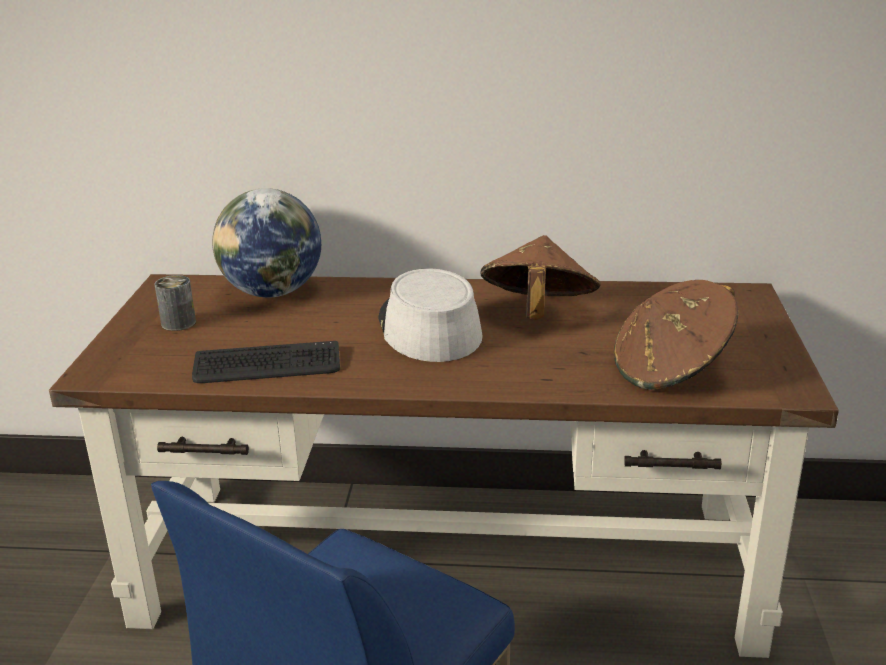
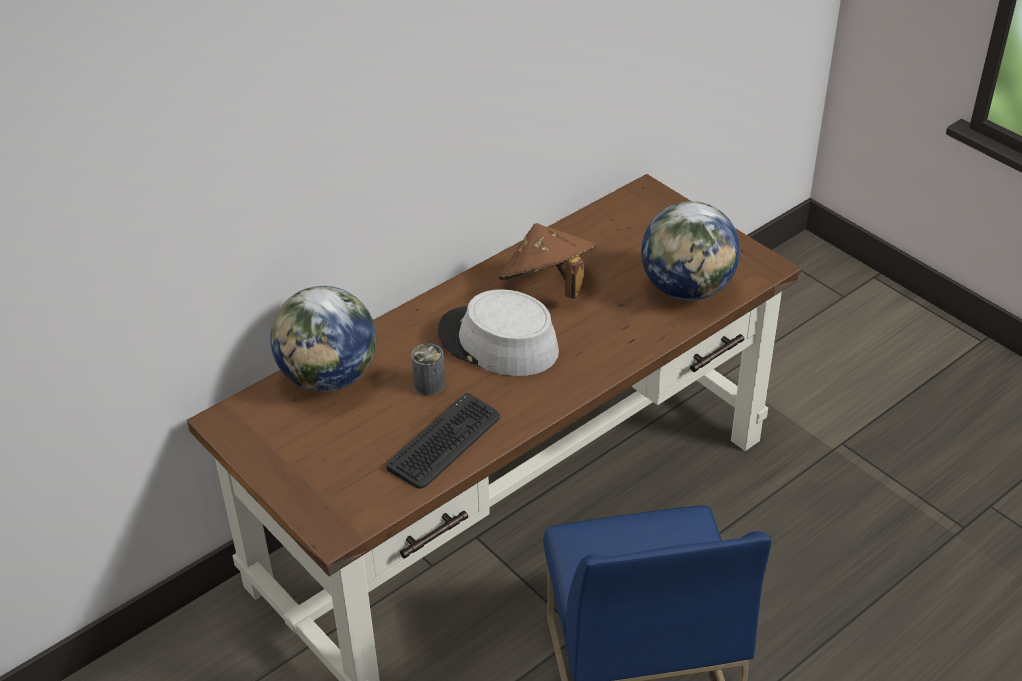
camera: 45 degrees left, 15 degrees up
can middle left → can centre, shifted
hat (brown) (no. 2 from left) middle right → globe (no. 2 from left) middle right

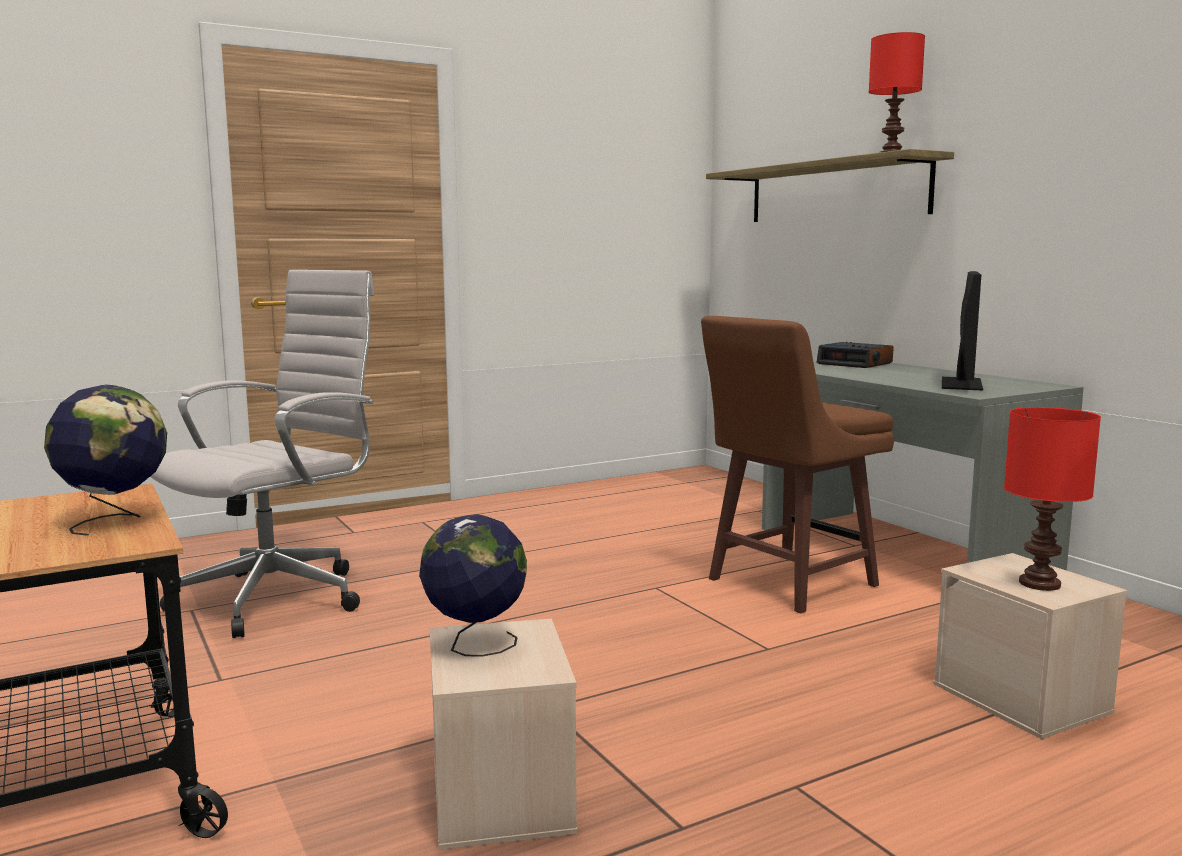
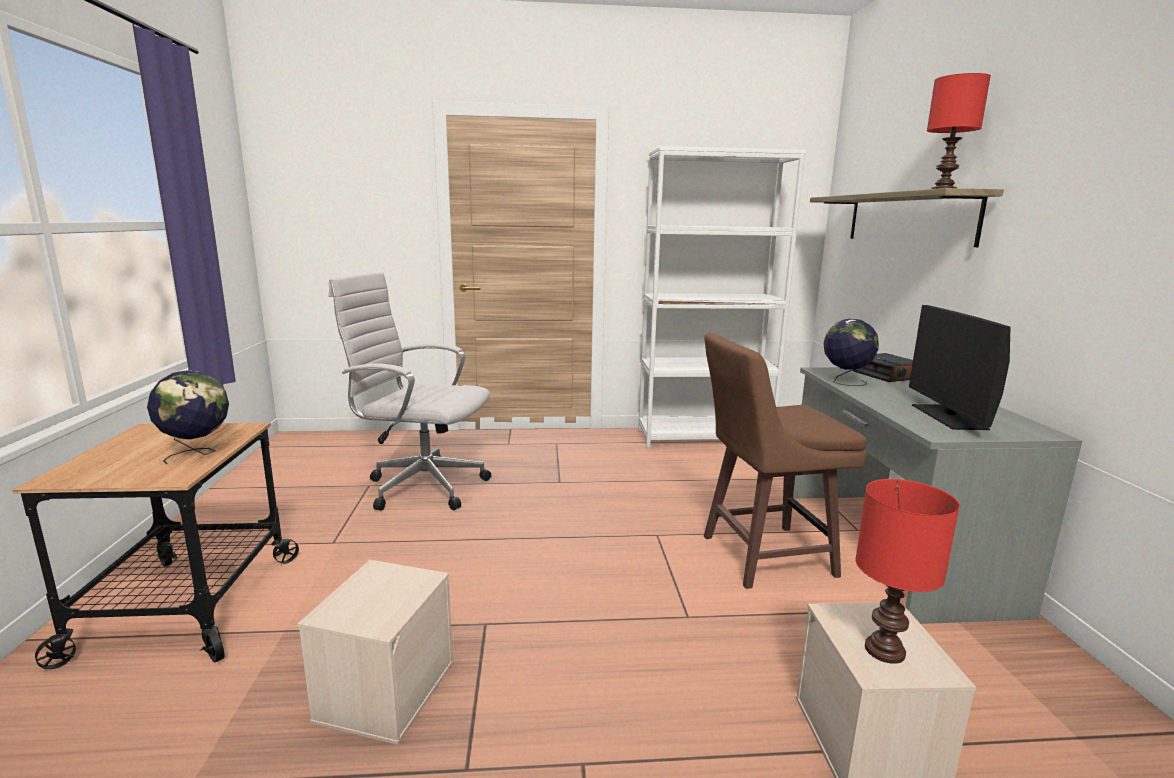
camera: 25 degrees right, 5 degrees up
office chair (white) middle left → office chair (white) centre, 135 degrees counterclockwise
monitor middle right, 135 degrees clockwise
globe (no. 2 from left) bottom centre → globe (no. 2 from left) middle right, shifted
- → bookcase (white) centre

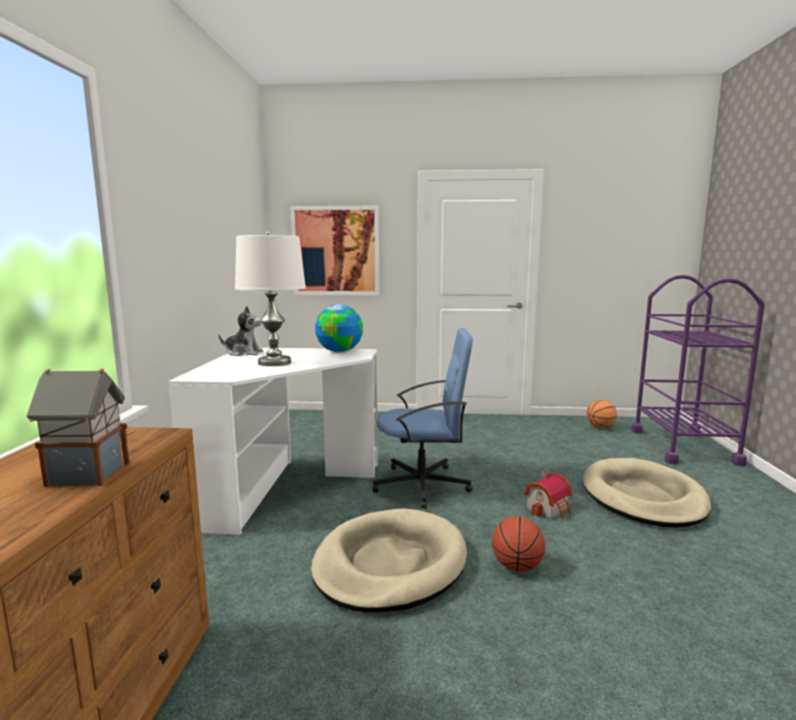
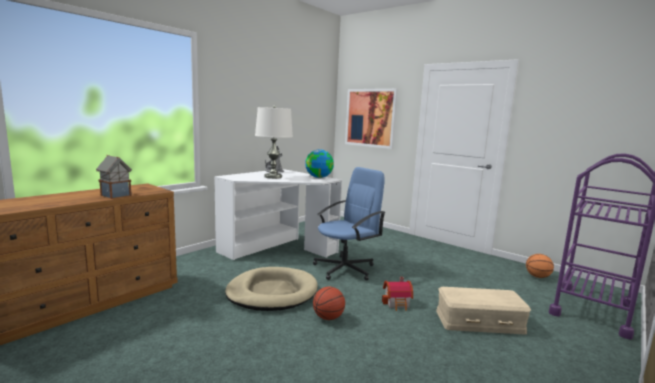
camera: 35 degrees right, 0 degrees up
office chair (blue) centre, 75 degrees counterclockwise
dog bed (beige) (no. 2 from left) bottom right → storage box (beige) bottom right

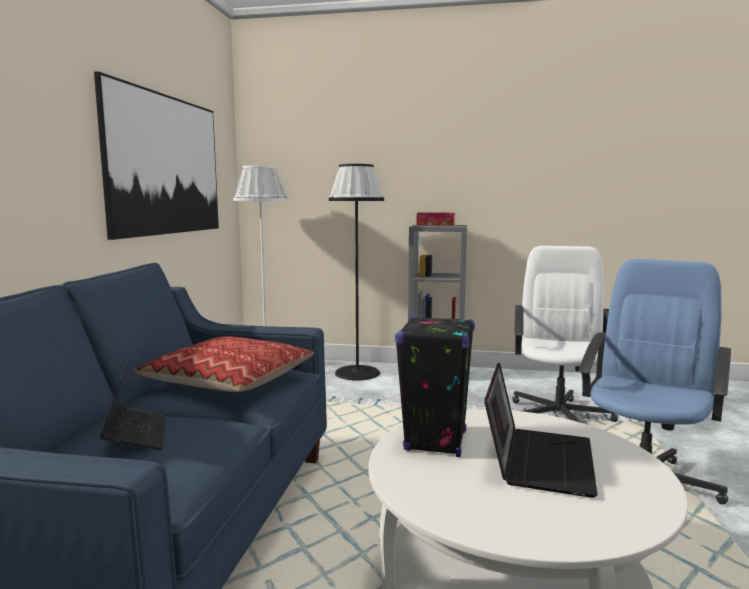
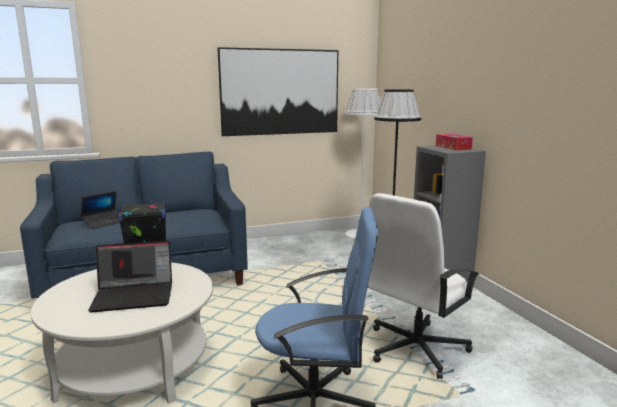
camera: 60 degrees right, 5 degrees up
office chair (white) middle right → office chair (white) bottom right, 150 degrees clockwise
pillow middle left → -

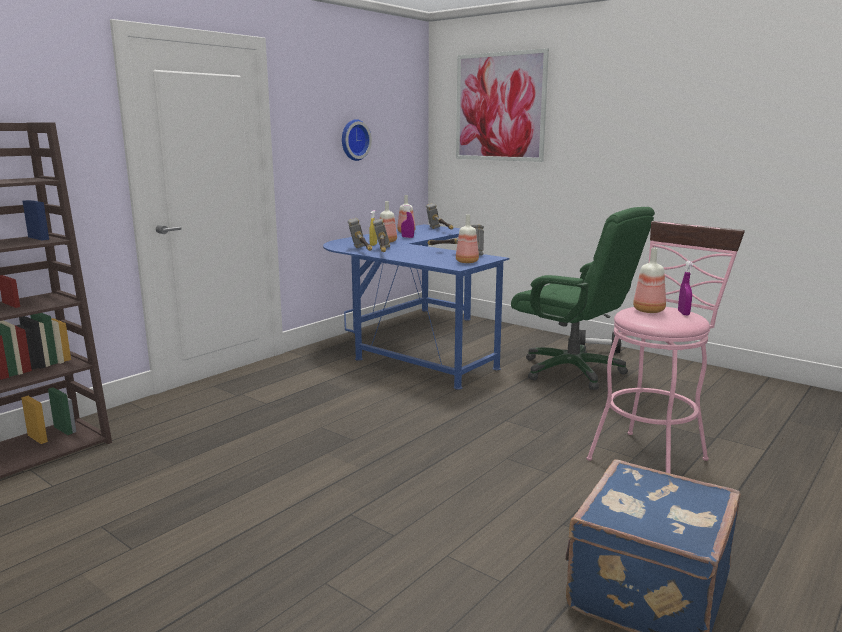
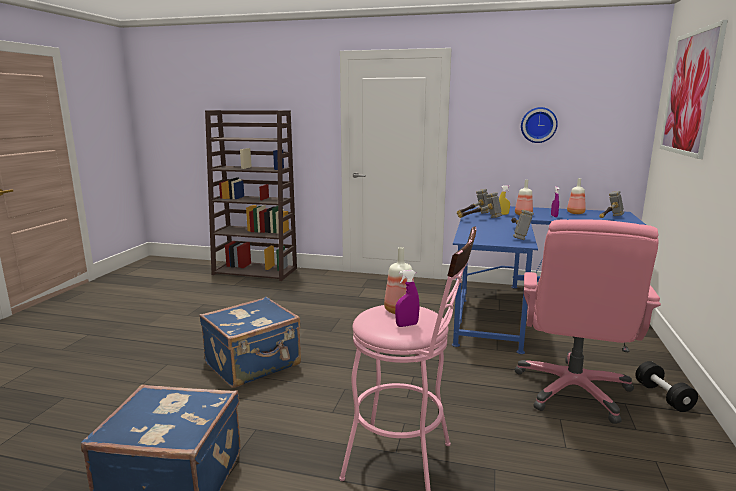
camera: 65 degrees right, 0 degrees up
office chair (green) middle right → office chair (pink) middle right
bottle (no. 3 from left) centre → -
- → suitcase (blue) (no. 2 from left) bottom centre

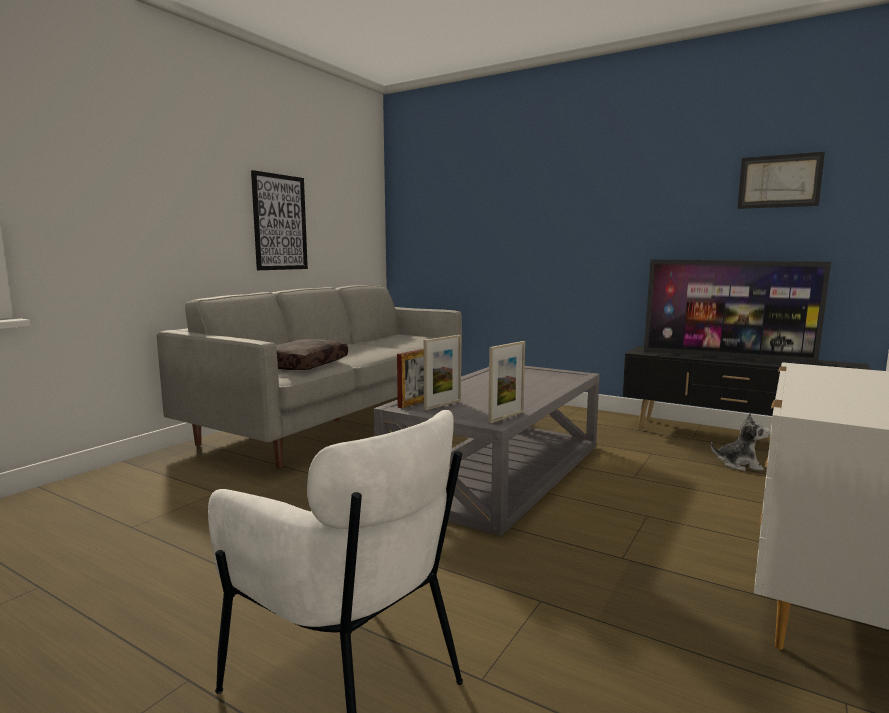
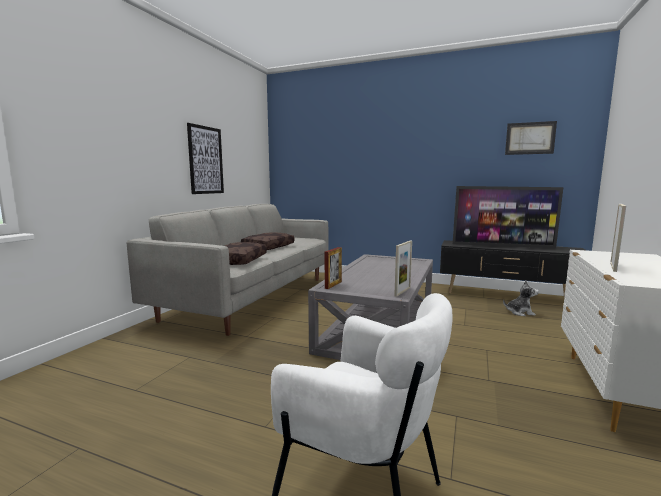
camera: 10 degrees left, 0 degrees up
picture frame (no. 2 from left in the first image) centre → picture frame (no. 3 from left) middle right, shifted
- → pillow (brown) (no. 2 from left) centre

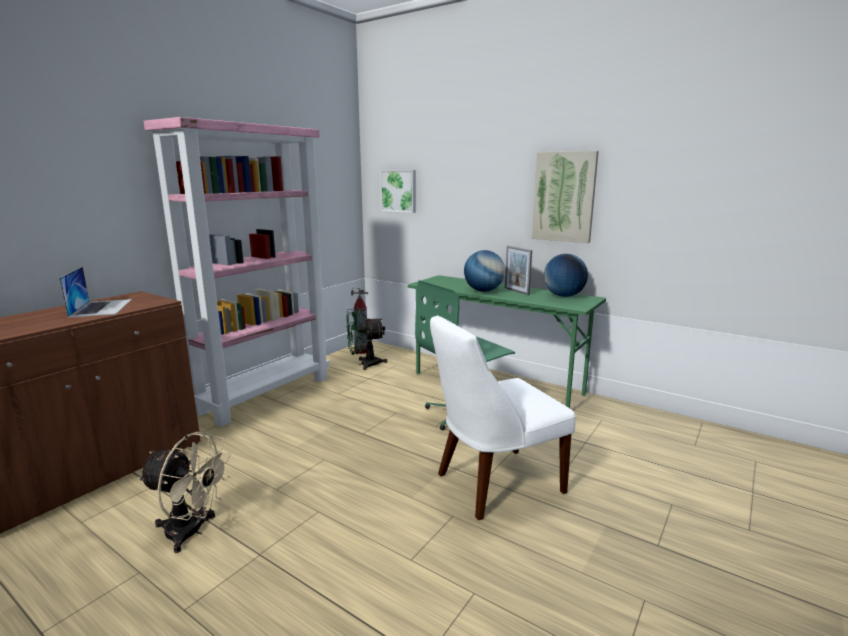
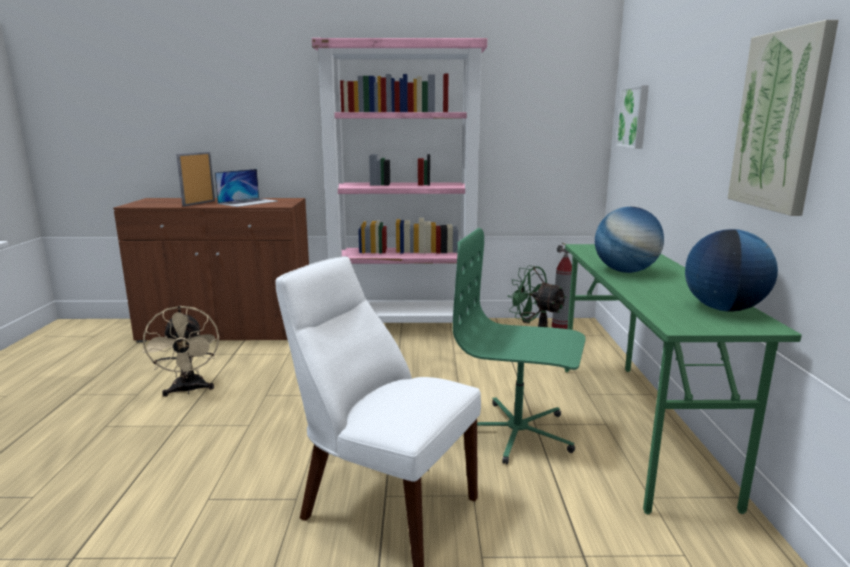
camera: 55 degrees right, 0 degrees up
picture frame centre → picture frame top left, shifted

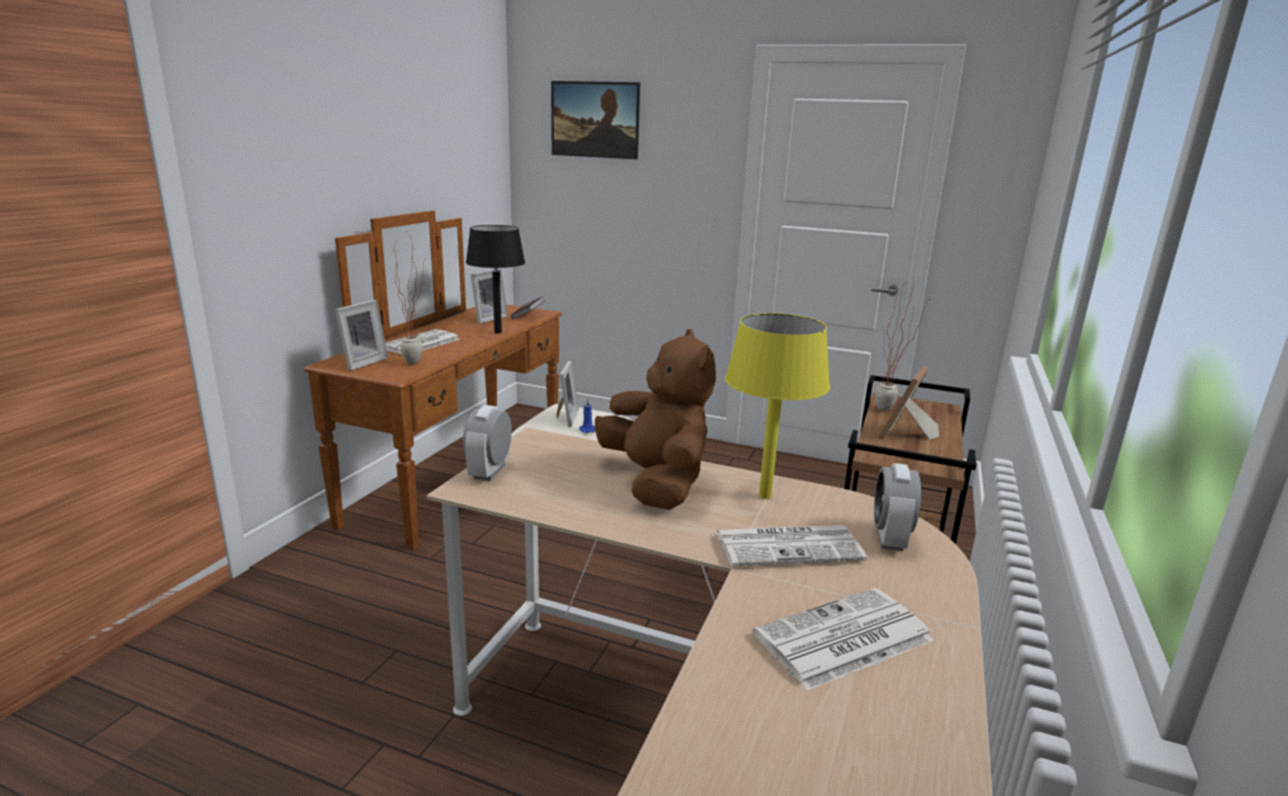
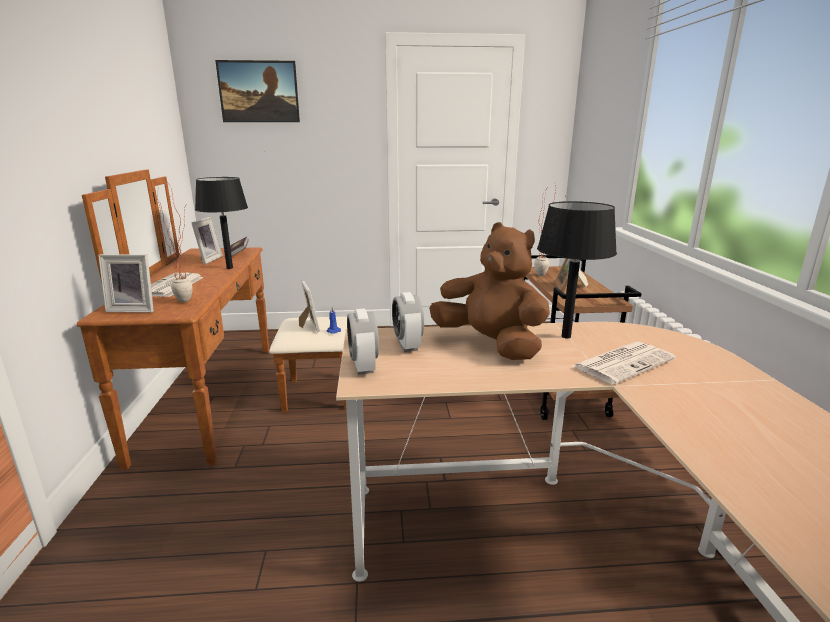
camera: 25 degrees left, 0 degrees up
picture frame (no. 1 from left) middle left, 90 degrees clockwise
table lamp (yellow) centre → table lamp (black) (no. 2 from left) middle right
alarm clock (no. 2 from left) middle right → alarm clock (no. 2 from left) centre, shifted
newspaper (no. 3 from left) bottom centre → -

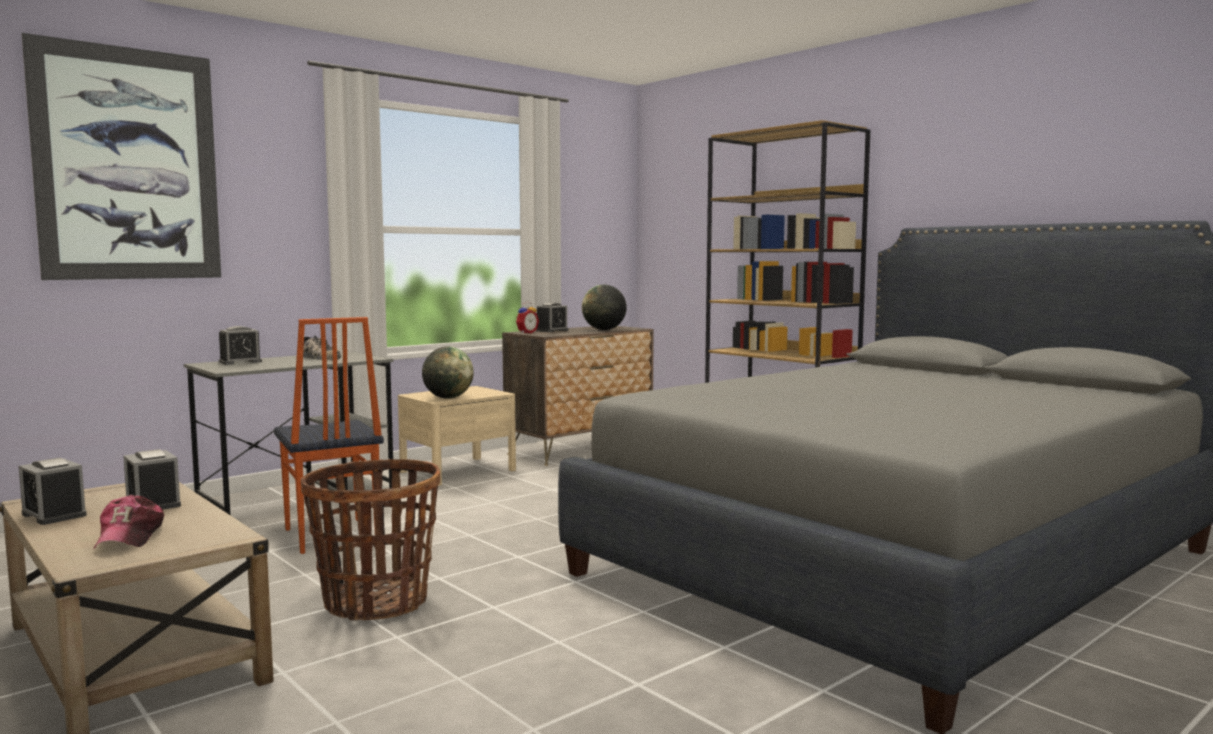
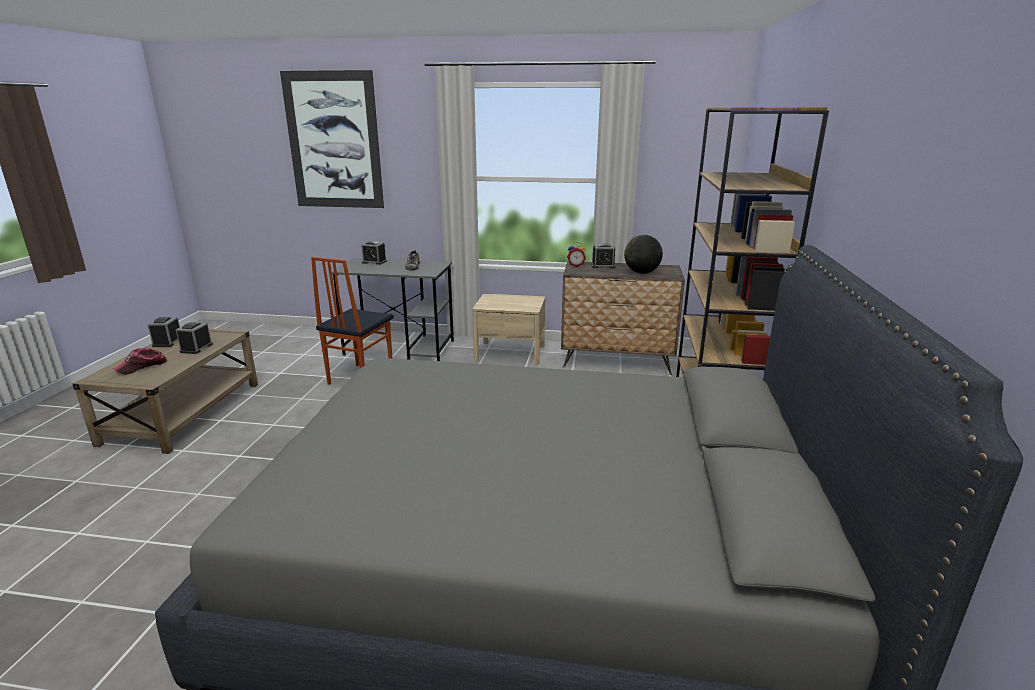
camera: 50 degrees right, 15 degrees up
globe (no. 1 from left) centre → -
basket bottom left → -

